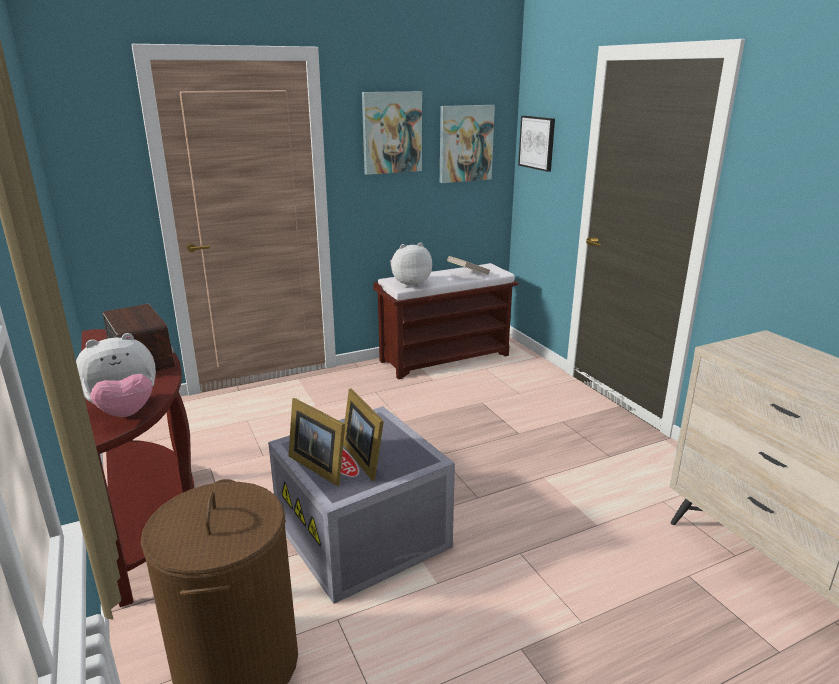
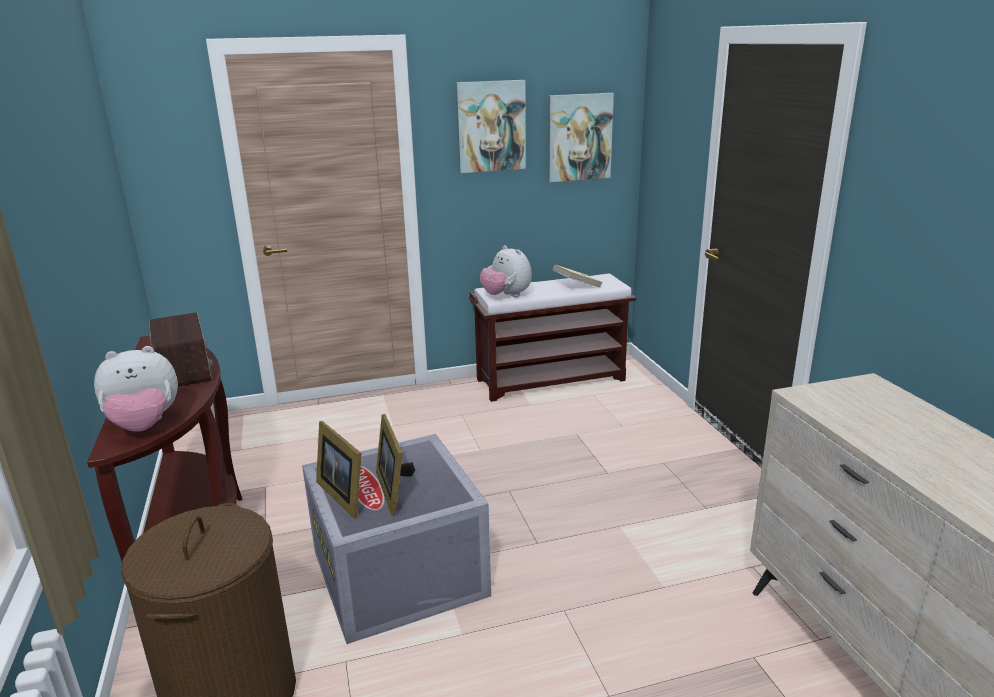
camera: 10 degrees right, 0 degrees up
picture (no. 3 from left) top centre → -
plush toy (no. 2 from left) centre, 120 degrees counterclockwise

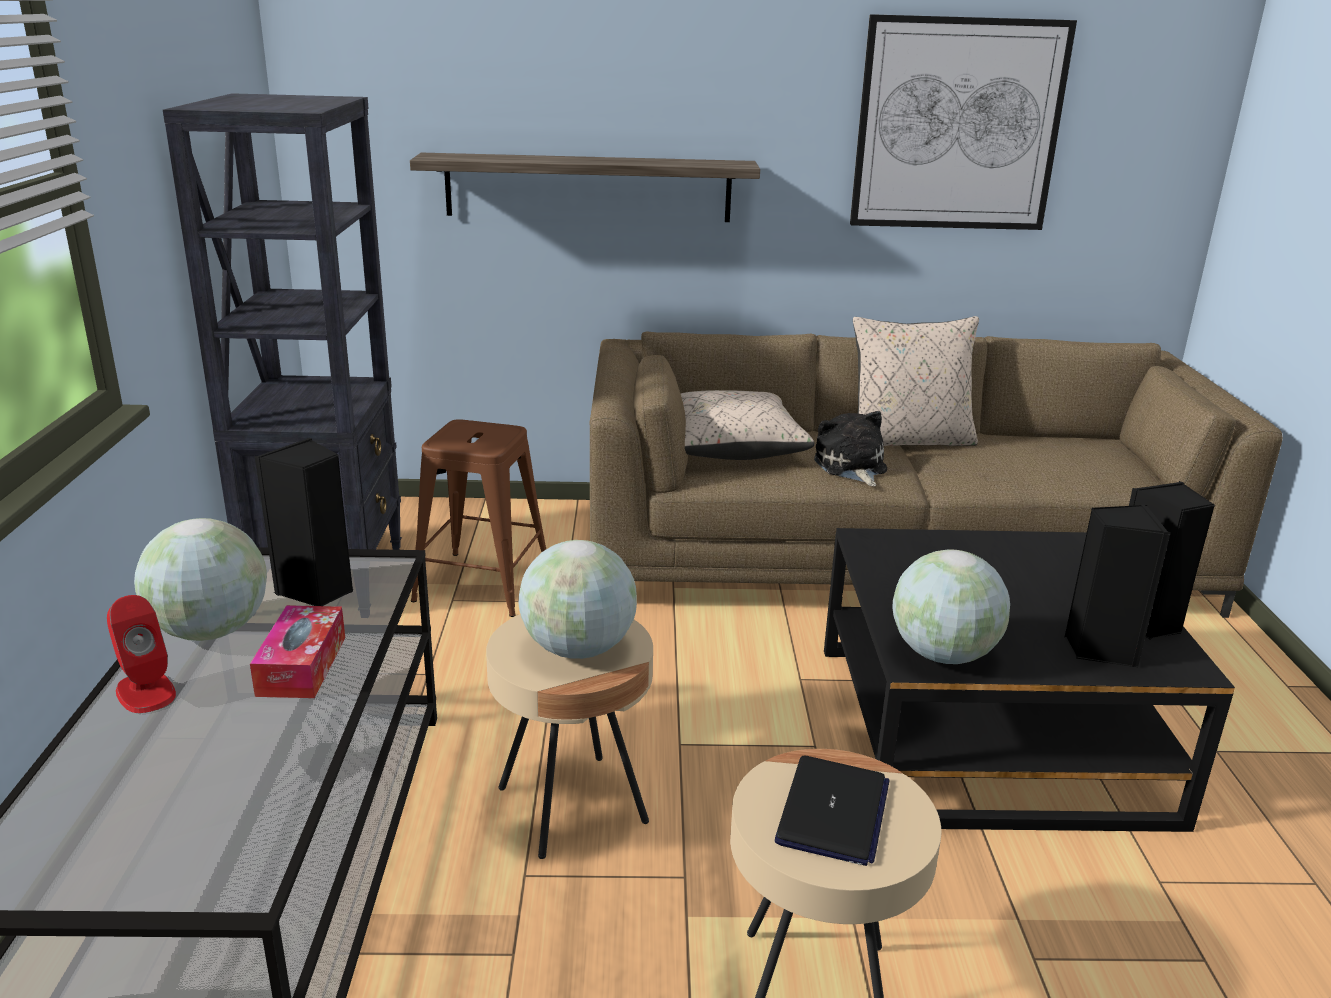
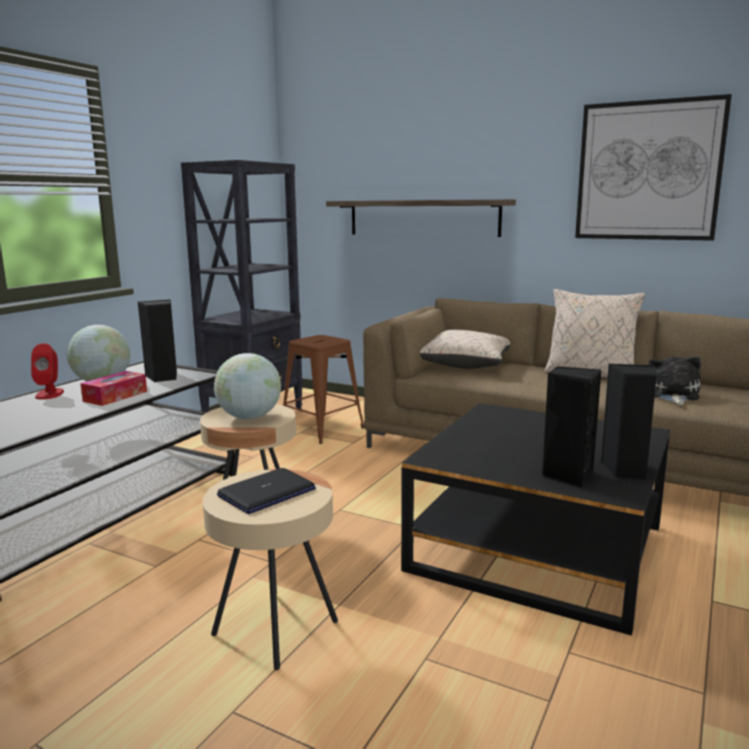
camera: 30 degrees right, 10 degrees down
plush toy centre → plush toy middle right, shifted
globe (no. 3 from left) middle right → -

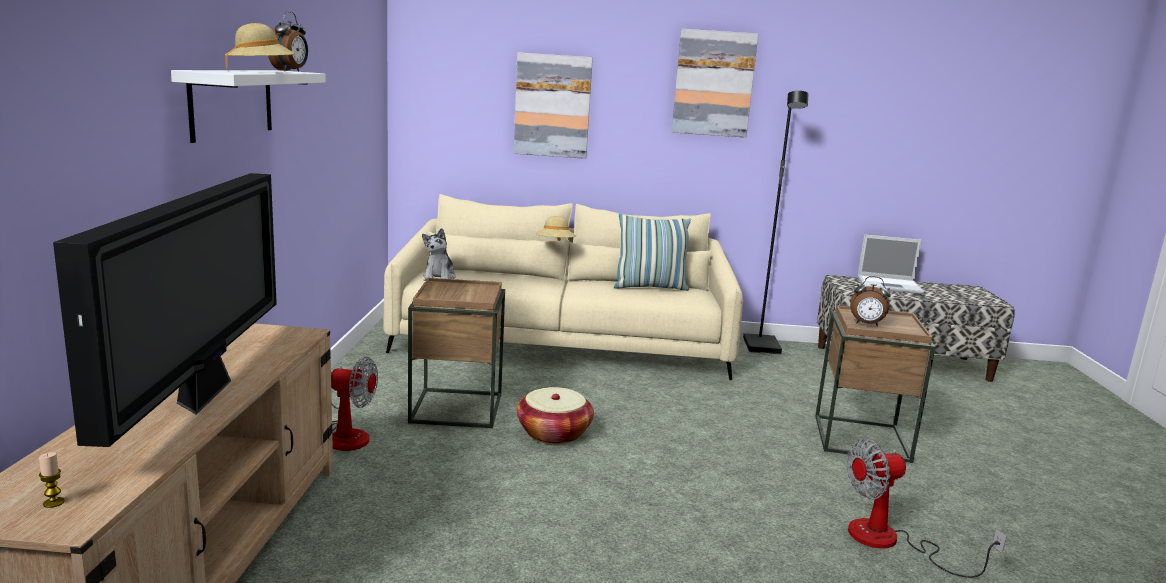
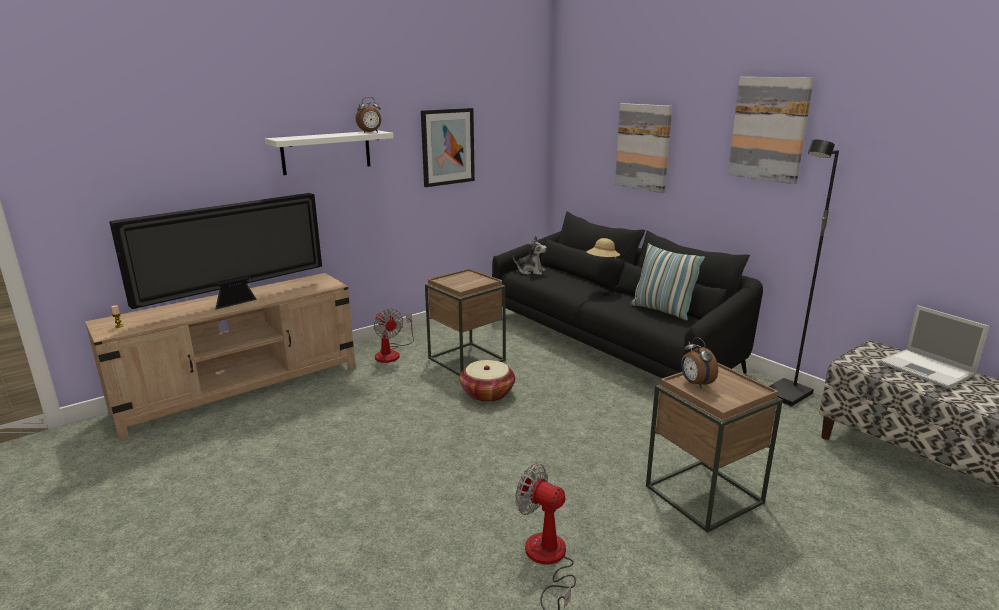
camera: 50 degrees right, 5 degrees up
hat (beige) (no. 1 from left) top left → -
sofa (beige) centre → sofa (black) centre
plush toy centre, 120 degrees counterclockwise
- → picture (no. 1 from left) top centre

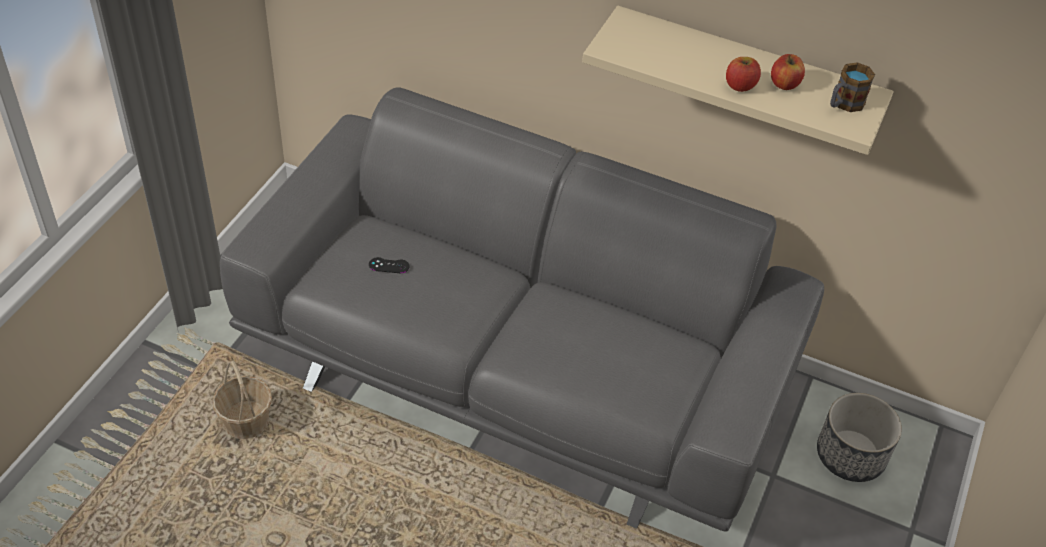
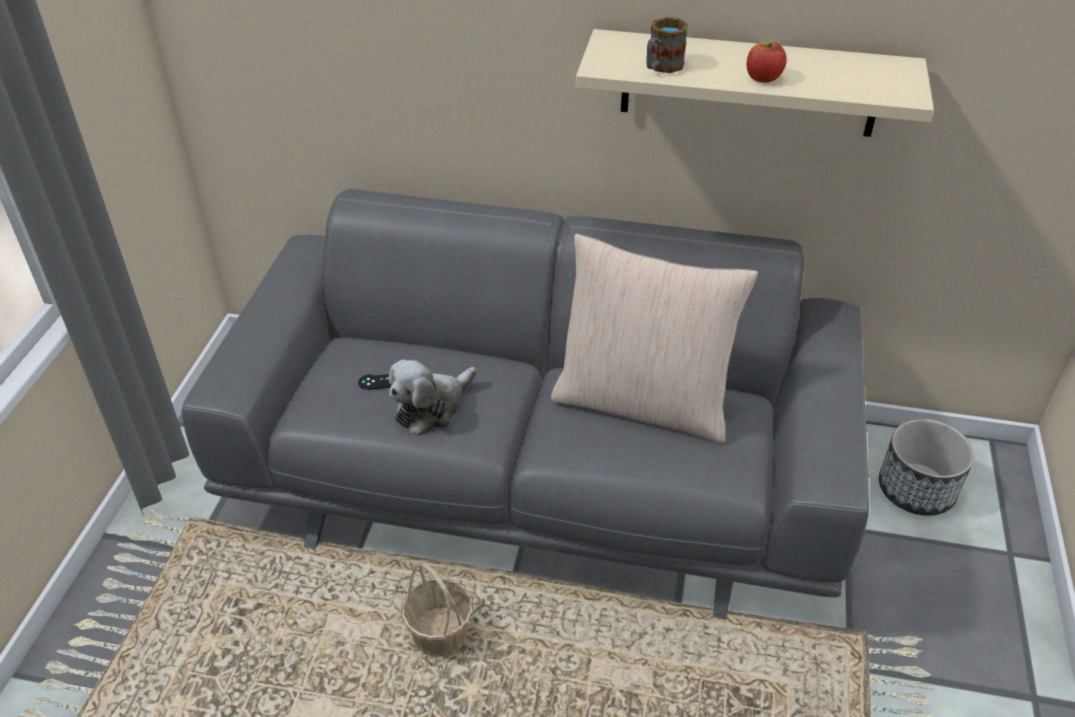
camera: 10 degrees left, 5 degrees down
apple (no. 2 from left) top right → -
mug top right → mug top centre, shifted
basket bottom left → basket bottom centre, shifted
- → pillow (beige) centre
- → plush toy centre

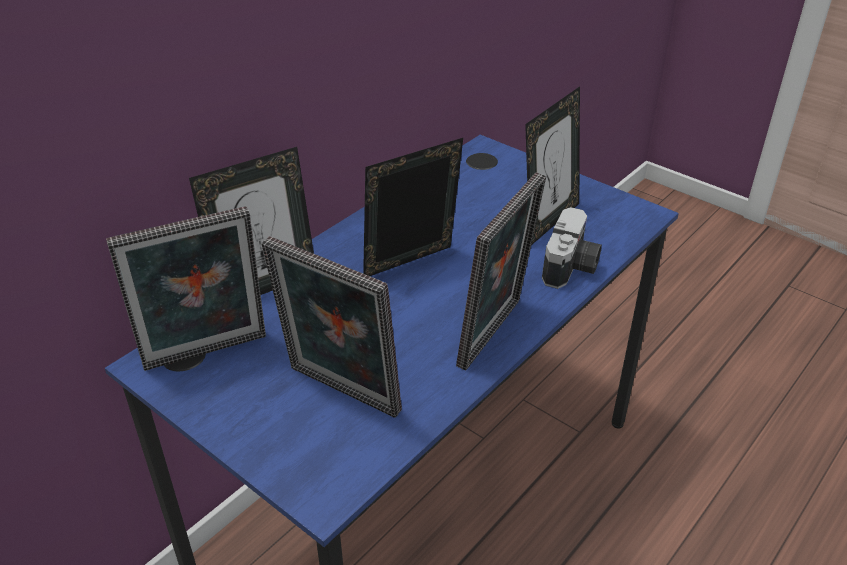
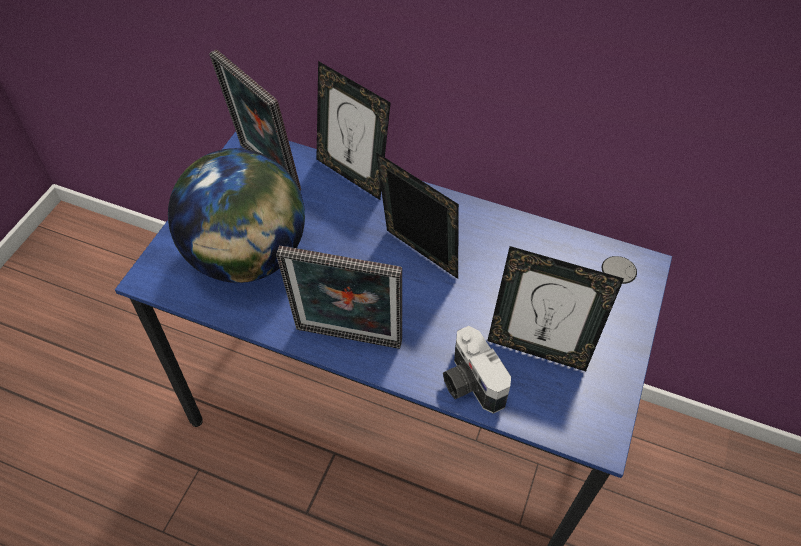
camera: 70 degrees right, 15 degrees up
photo camera middle right → photo camera bottom centre, 60 degrees clockwise
picture frame (no. 3 from left) centre → globe middle left

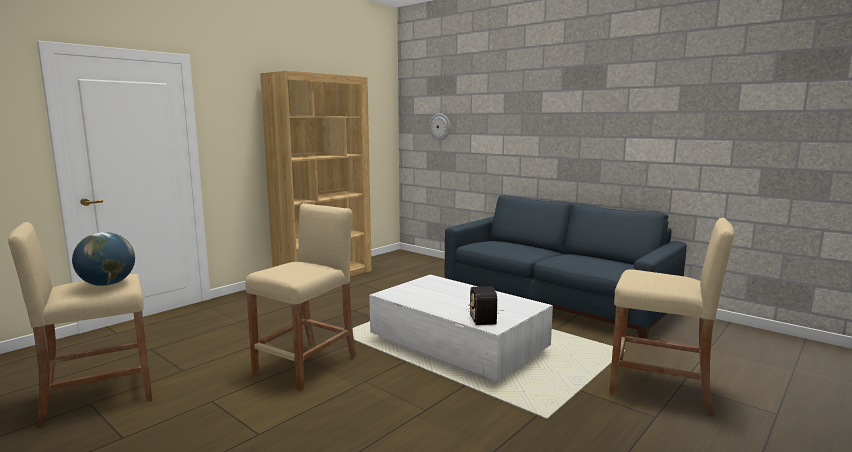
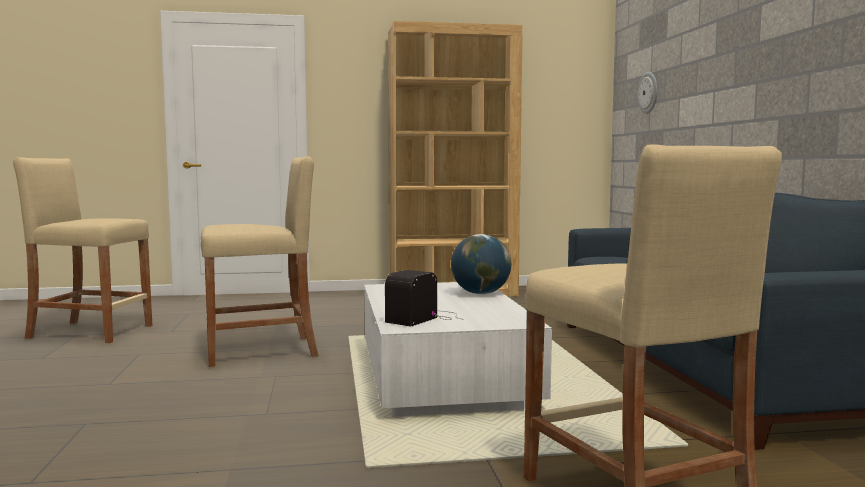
camera: 40 degrees right, 5 degrees down
globe middle left → globe centre, shifted

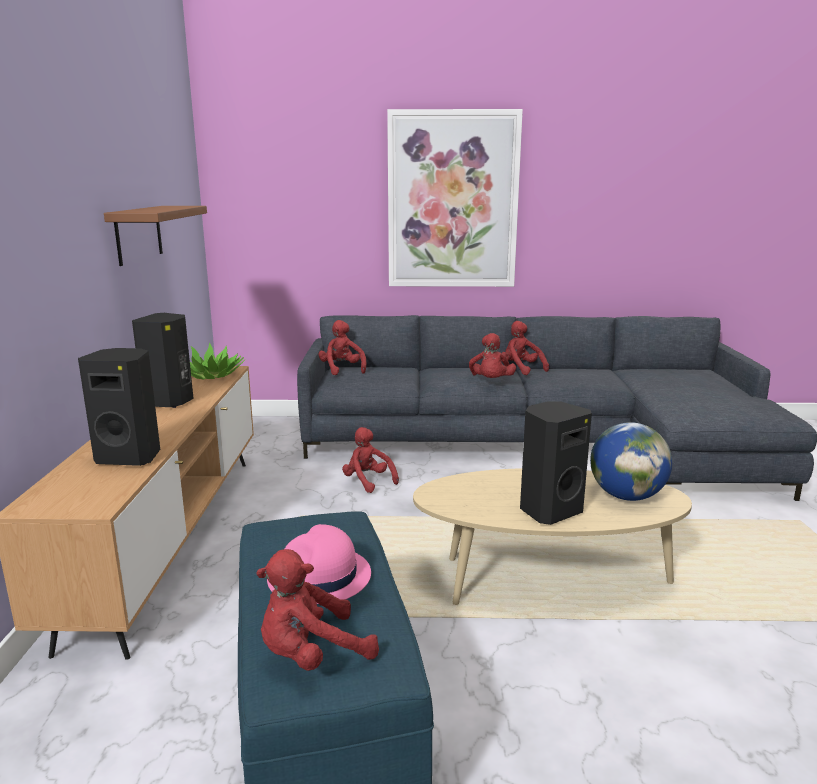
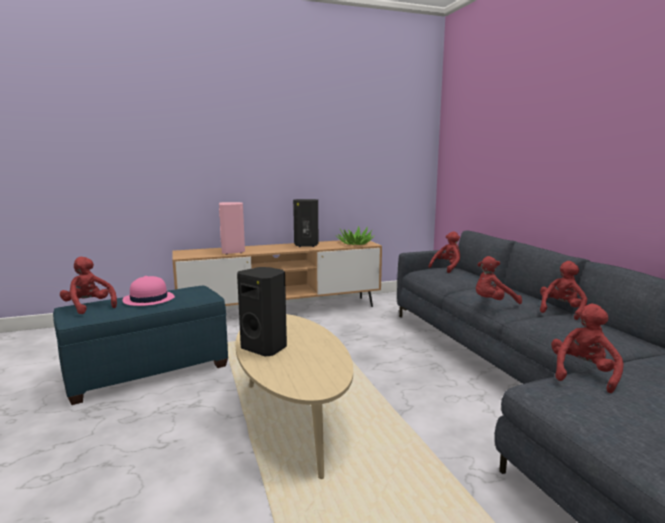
camera: 70 degrees right, 5 degrees down
picture top centre → -
shelf (brown) top left → -
speaker (black) (no. 1 from left) middle left → speaker (pink) centre
globe middle right → -
plush toy (red) (no. 3 from left in the first image) centre → plush toy (red) (no. 5 from left) middle right, shifted

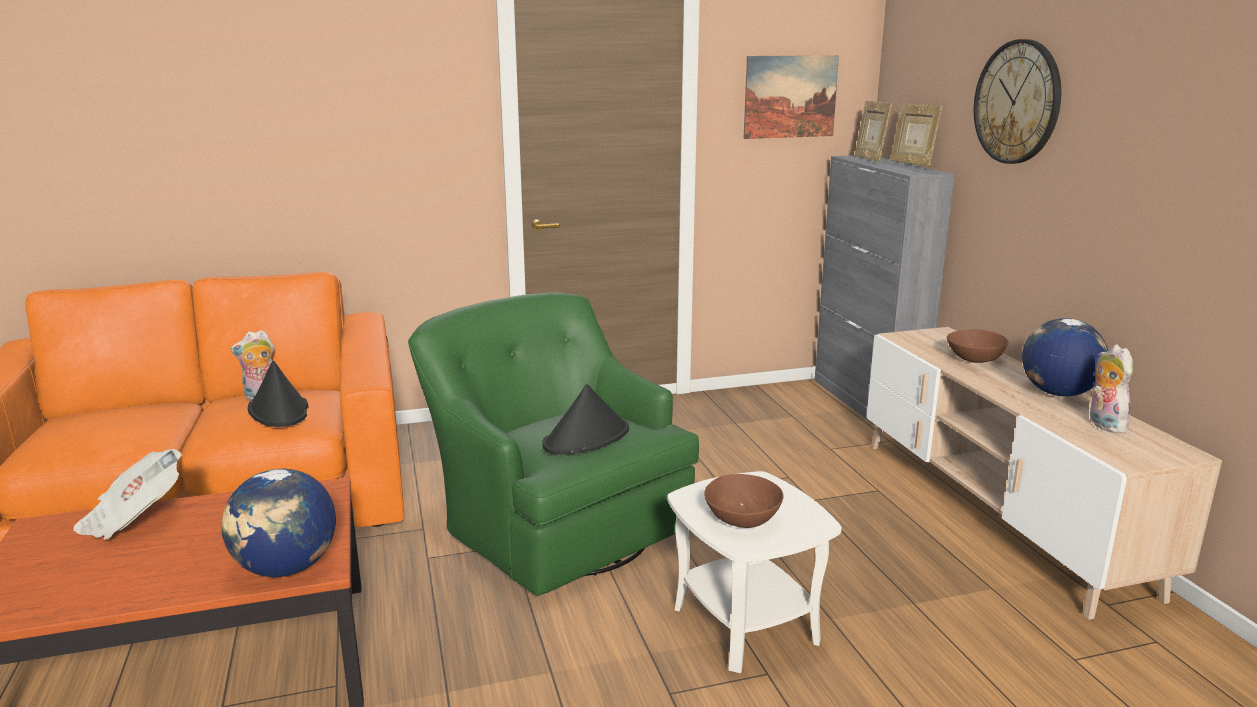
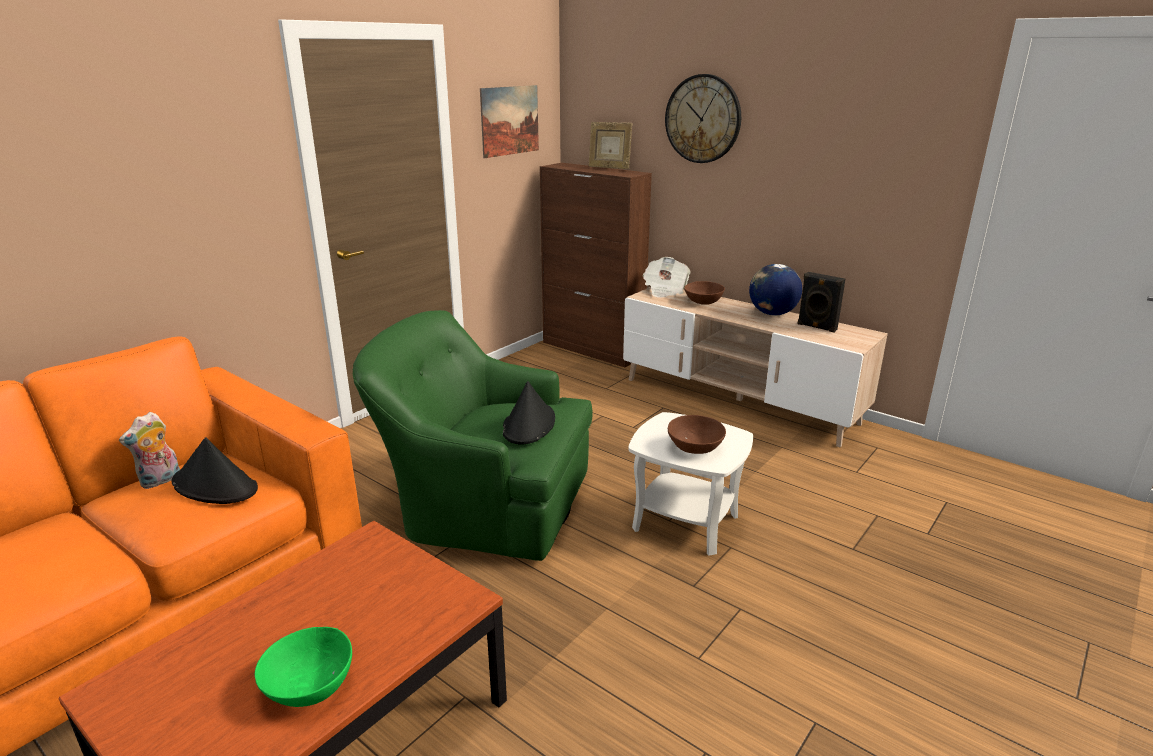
camera: 35 degrees left, 5 degrees up
picture frame (no. 1 from left) top right → -
cabinet (grey) middle right → cabinet (brown) centre
plush toy (no. 2 from left) middle right → speaker (black) middle right
newspaper bottom left → newspaper centre, shifted
globe (no. 1 from left) bottom left → -
- → bowl (green) bottom left

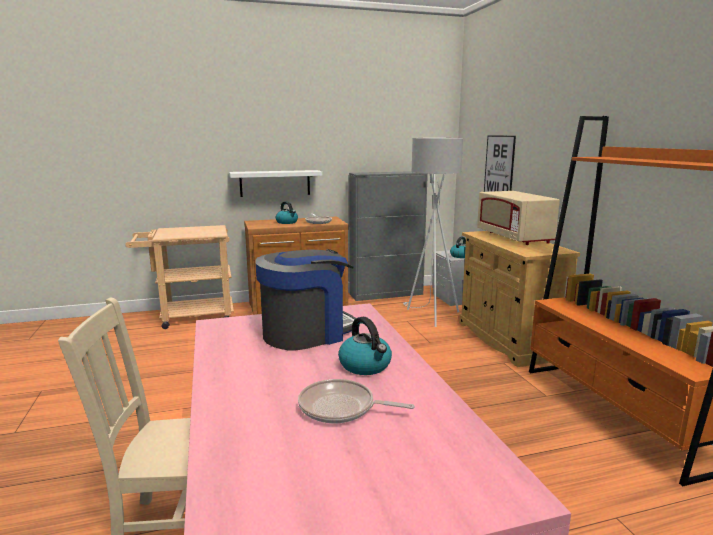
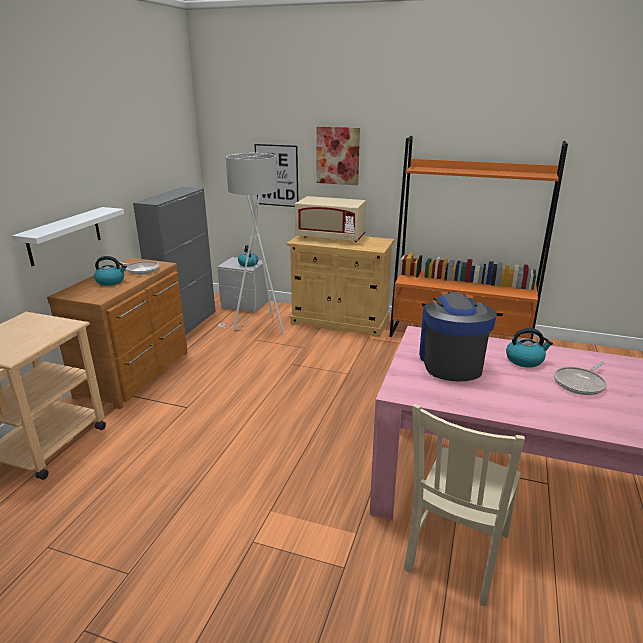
camera: 55 degrees left, 10 degrees up
- → picture (no. 2 from left) top centre

